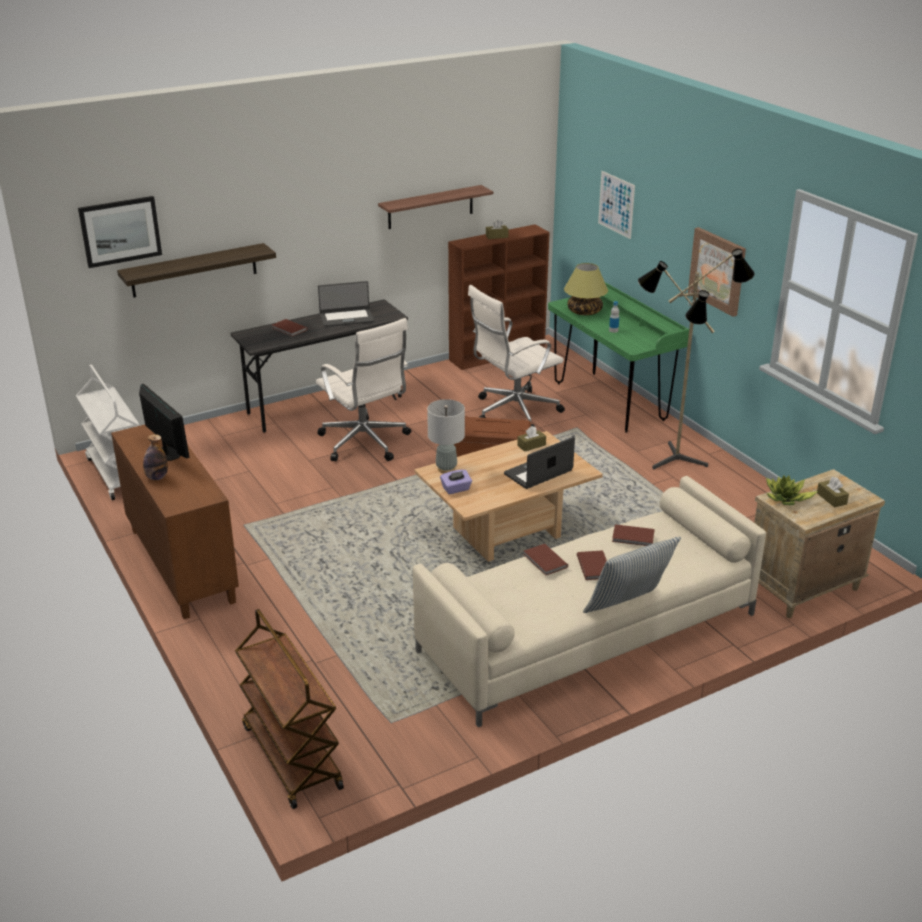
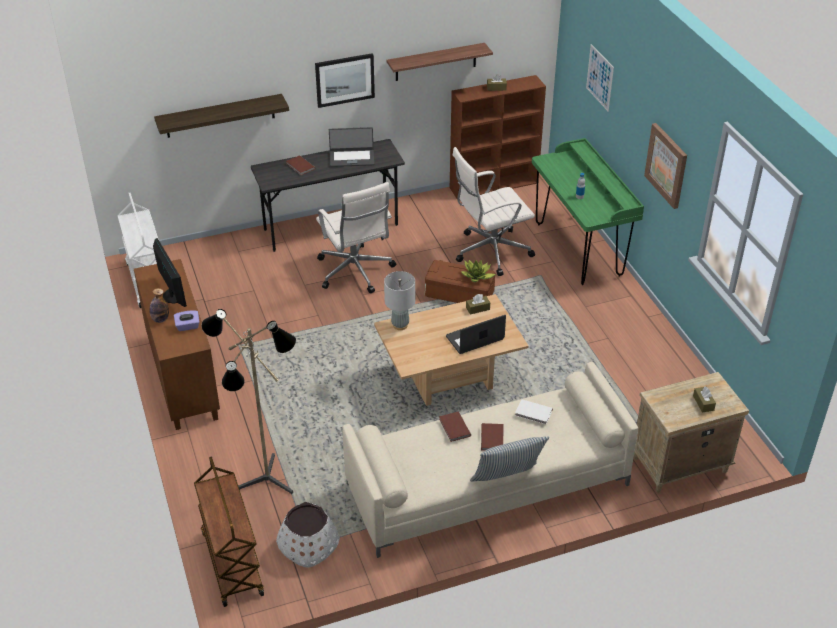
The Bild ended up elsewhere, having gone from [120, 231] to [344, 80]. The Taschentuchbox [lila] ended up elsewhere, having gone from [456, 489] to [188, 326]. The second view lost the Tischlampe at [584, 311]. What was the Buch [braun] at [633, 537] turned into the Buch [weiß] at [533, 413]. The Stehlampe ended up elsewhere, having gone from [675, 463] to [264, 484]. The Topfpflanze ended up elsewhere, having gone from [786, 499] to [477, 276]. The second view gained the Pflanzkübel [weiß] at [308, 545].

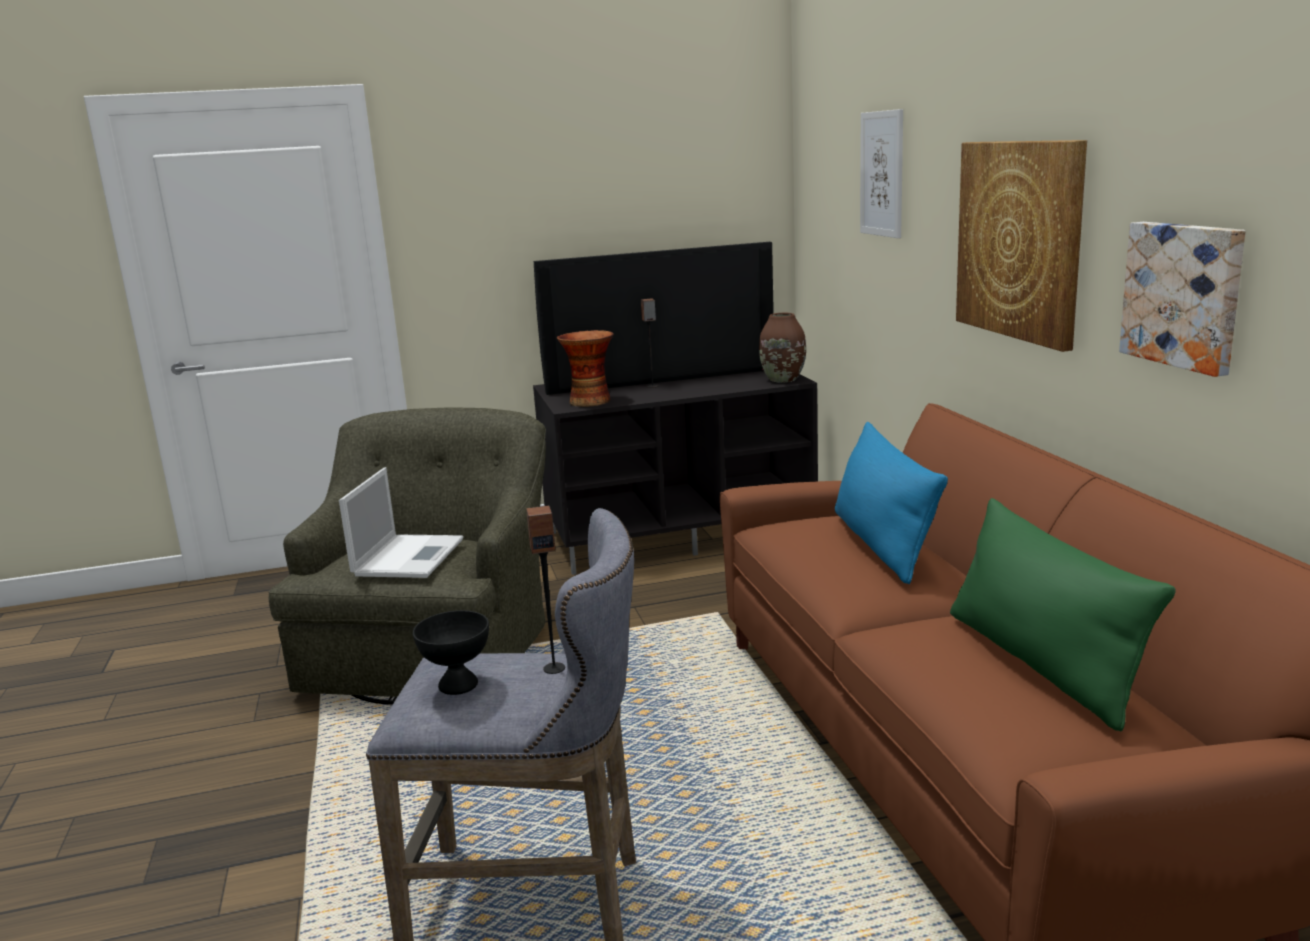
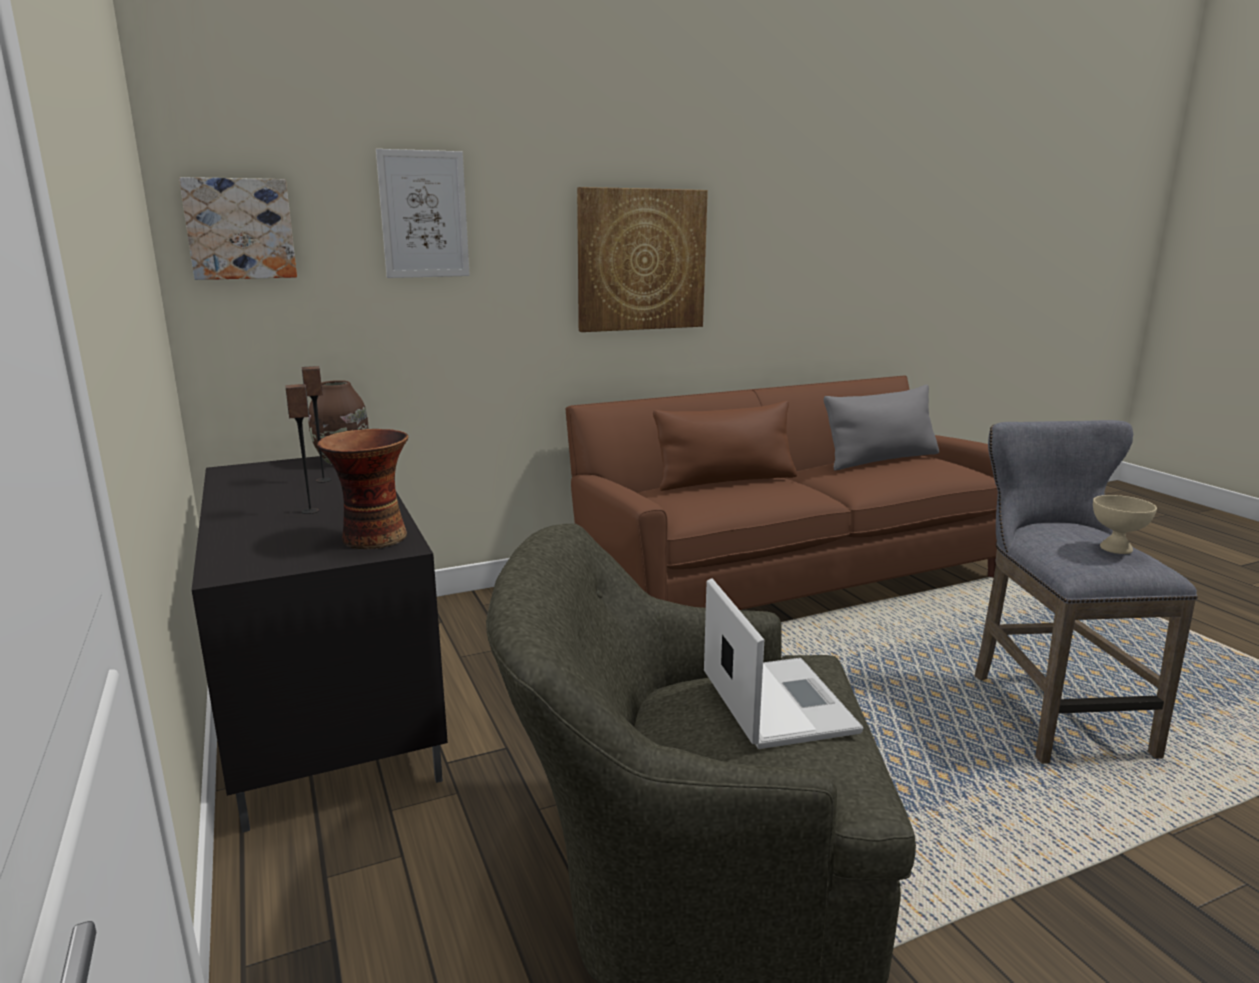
The Laptop at [409, 556] ended up facing another way, 75 degrees clockwise from before. What was the Schüssel [schwarz] at [459, 684] turned into the Schüssel [beige] at [1115, 548]. The Lautsprecher ended up elsewhere, having gone from [554, 668] to [323, 480]. The second view lost the Fernseher at [661, 379]. What was the Kissen [blau] at [882, 544] turned into the Kissen [braun] at [726, 481]. What was the Kissen [grün] at [1041, 663] turned into the Kissen [grau] at [881, 460]. The Bild ended up elsewhere, having gone from [1184, 295] to [240, 229].

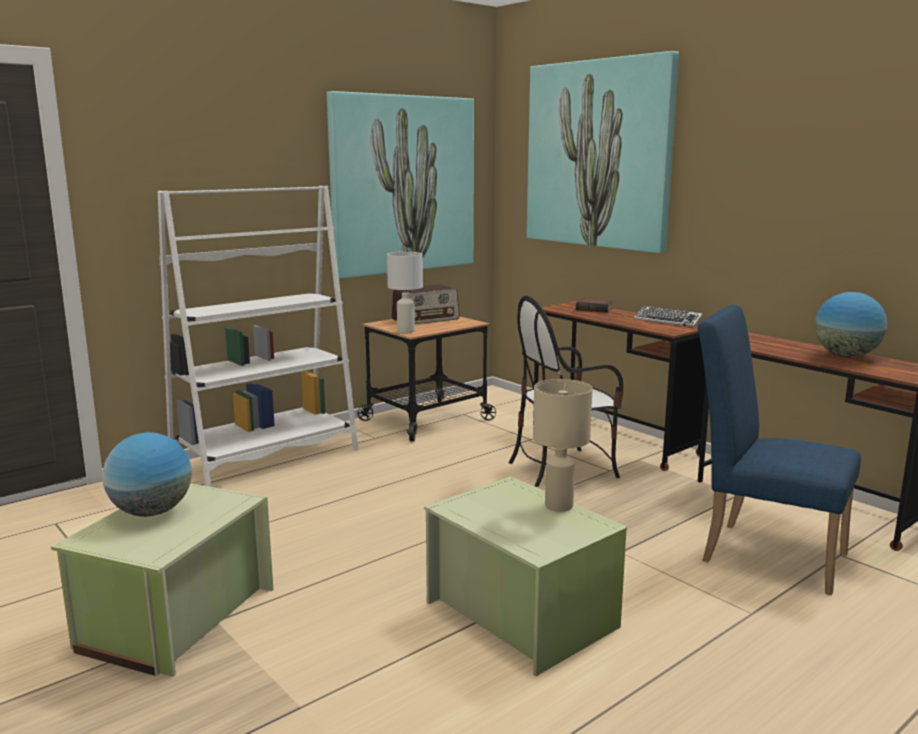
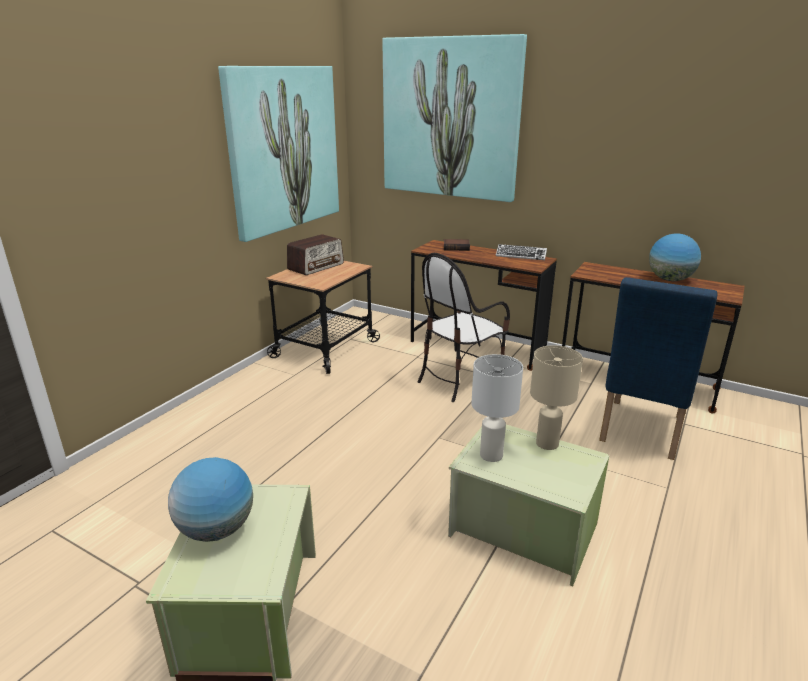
The second view lost the Bücherregal [weiß] at [266, 457]. The Tischlampe [weiß] ended up elsewhere, having gone from [405, 331] to [490, 455]. The Stuhl [blau] at [763, 553] ended up facing another way, 75 degrees counterclockwise from before.

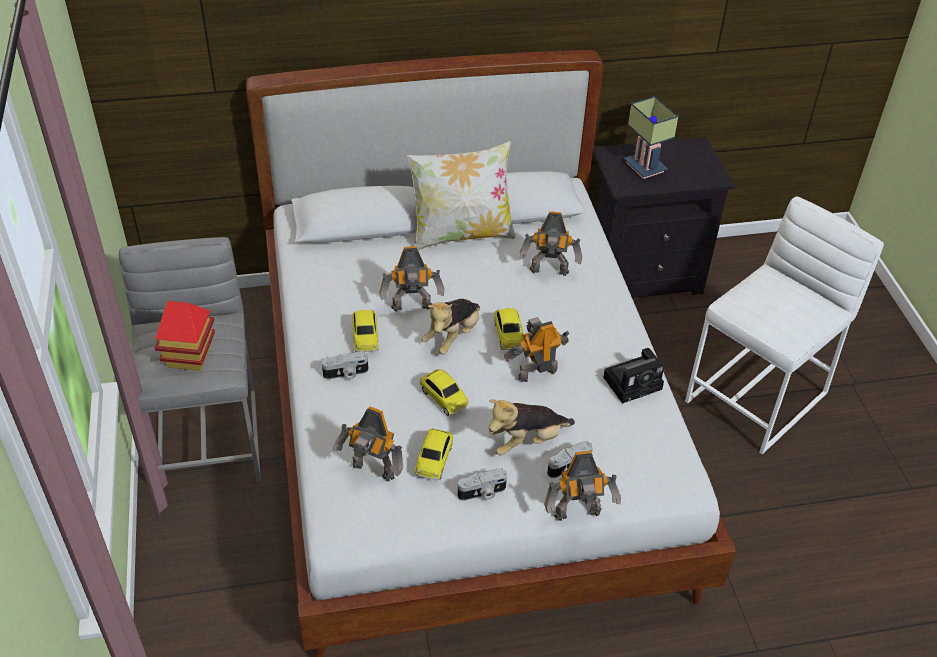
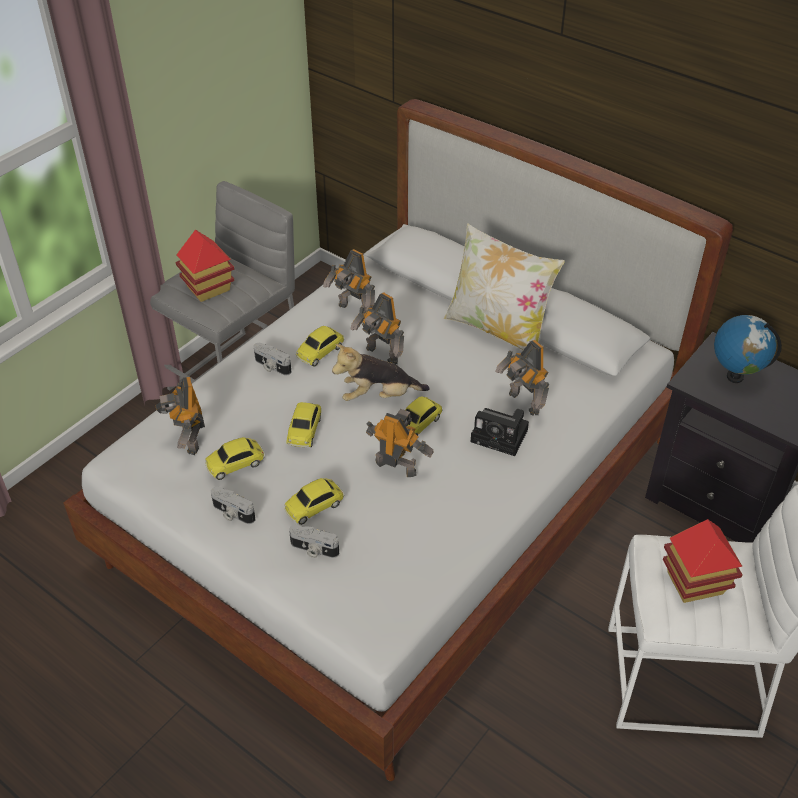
Where the Plüschtier stood at [526, 441], the Spielzeugauto came to stand at [314, 506]. The Spielzeugroboter ended up elsewhere, having gone from [578, 515] to [353, 311]. The Kamera ended up elsewhere, having gone from [634, 382] to [501, 436]. Where the Tischlampe stood at [642, 167], the Globus came to stand at [735, 376]. The second view gained the Spielzeughaus at [694, 583].

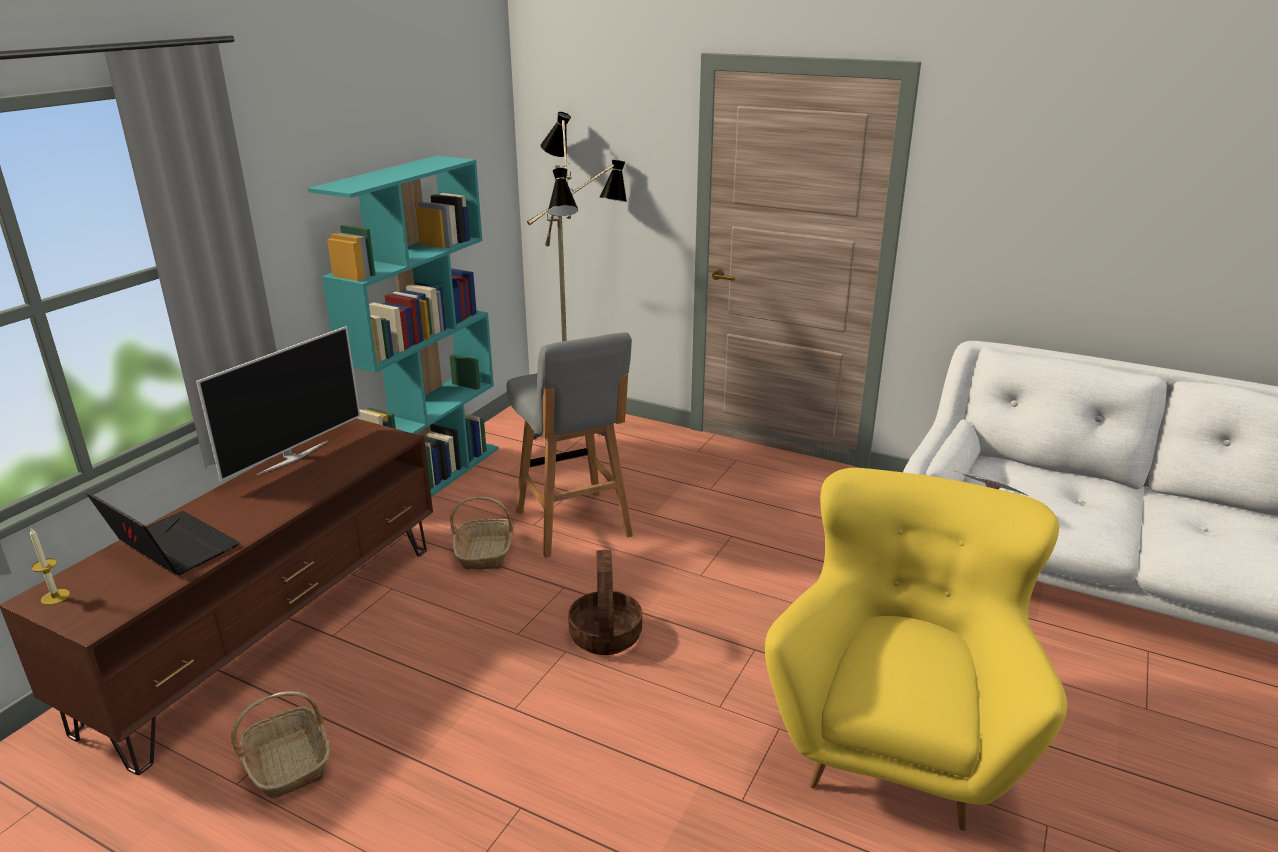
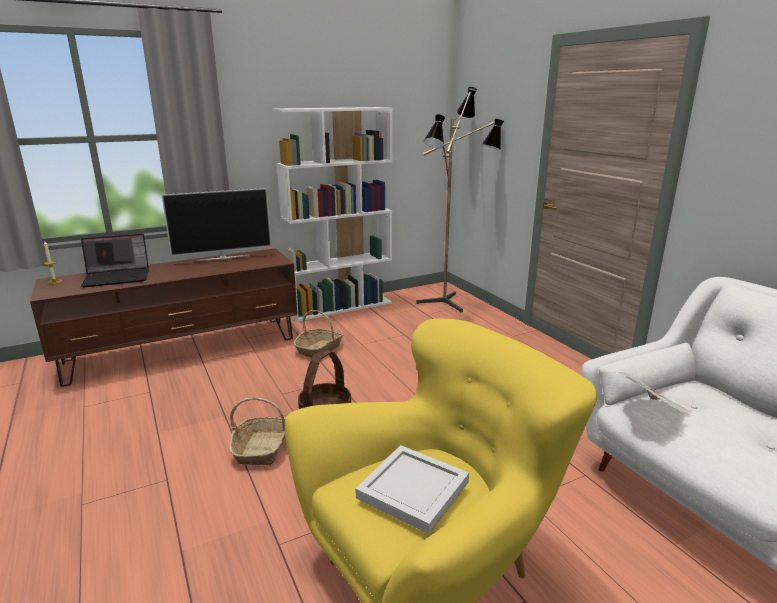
The Laptop at [170, 548] ended up facing another way, 90 degrees clockwise from before. The Korb ended up elsewhere, having gone from [288, 762] to [261, 448]. What was the Bücherregal [türkis] at [432, 477] turned into the Bücherregal [weiß] at [341, 307]. The second view lost the Hocker [grau] at [573, 525]. The second view gained the Tablett [weiß] at [412, 488].

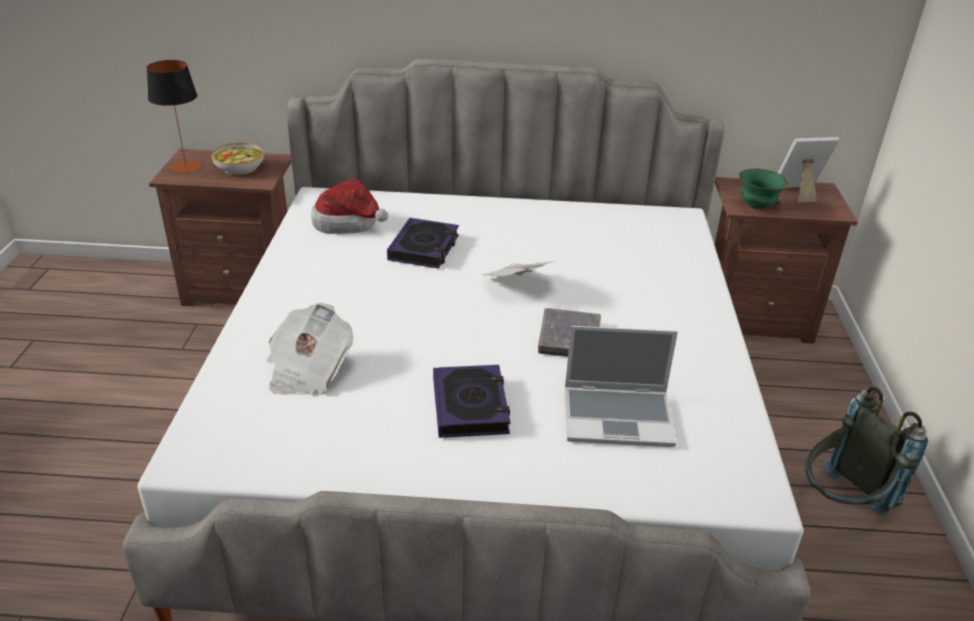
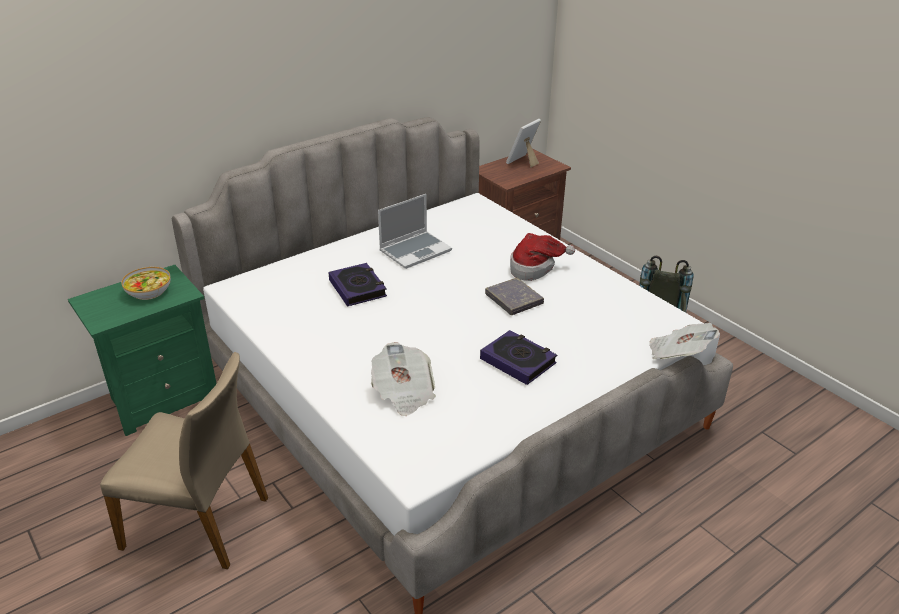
The second view lost the Tischlampe at [186, 166]. What was the Nachttisch [braun] at [244, 289] turned into the Nachttisch [grün] at [162, 398]. The Hut ended up elsewhere, having gone from [350, 224] to [534, 268]. The Zeitung ended up elsewhere, having gone from [517, 285] to [678, 354]. The Laptop ended up elsewhere, having gone from [619, 417] to [415, 250]. The second view lost the Schüssel [grün] at [756, 207]. The second view gained the Stuhl [beige] at [198, 521].

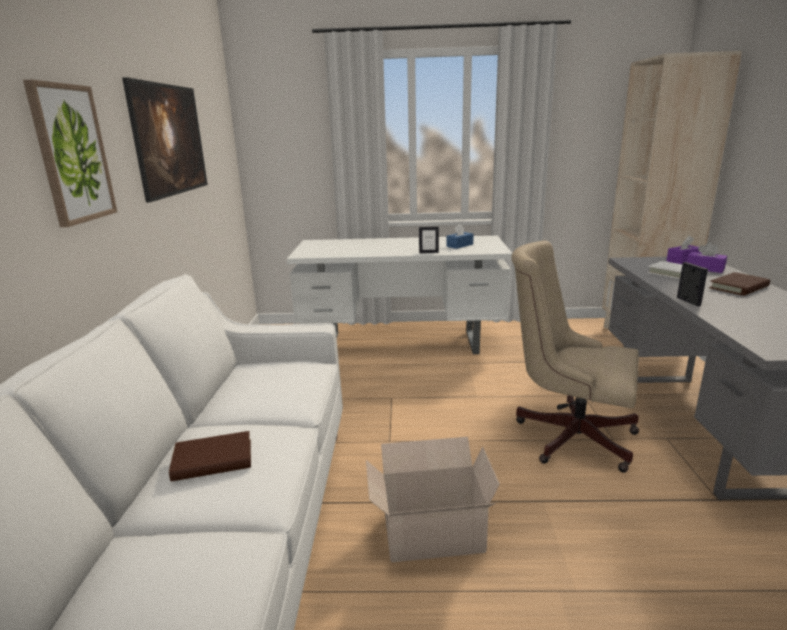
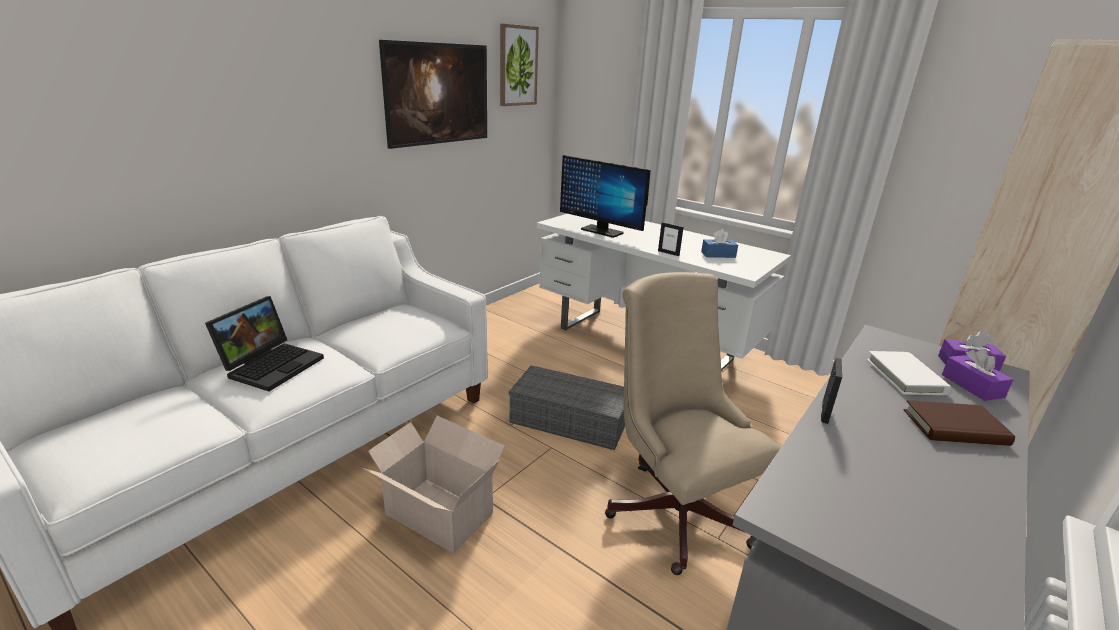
The Bild ended up elsewhere, having gone from [72, 154] to [517, 66]. Where the Buch [braun] stood at [213, 460], the Laptop came to stand at [272, 365]. The second view gained the Aufbewahrungsbox [grau] at [571, 420]. The second view gained the Monitor at [601, 231].

